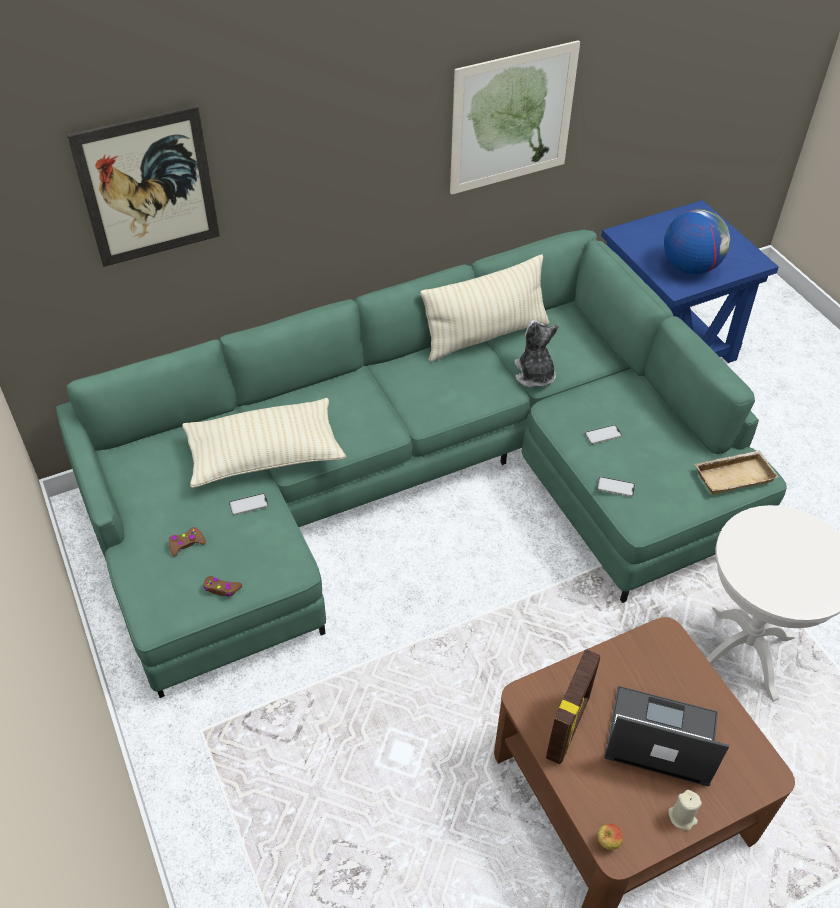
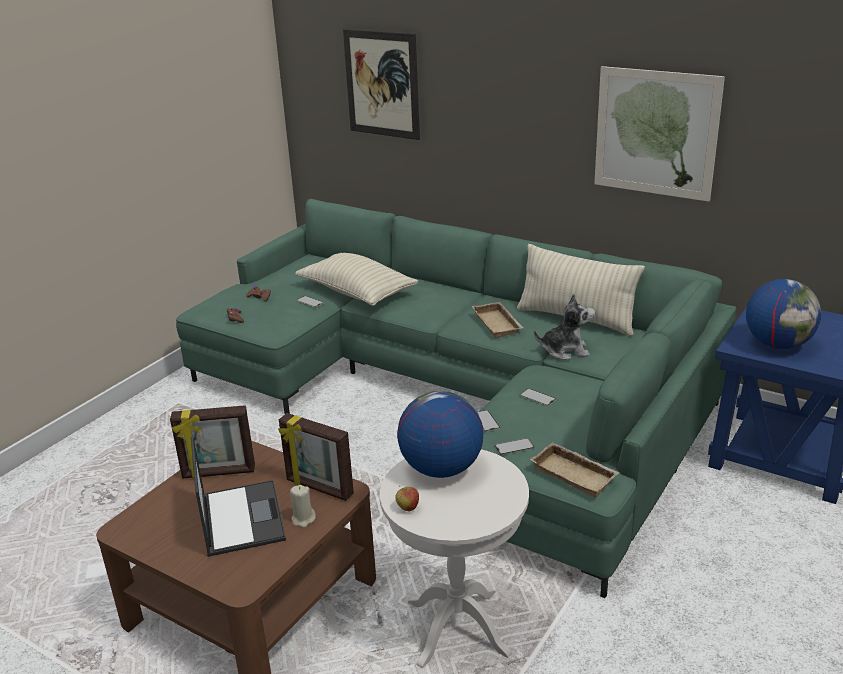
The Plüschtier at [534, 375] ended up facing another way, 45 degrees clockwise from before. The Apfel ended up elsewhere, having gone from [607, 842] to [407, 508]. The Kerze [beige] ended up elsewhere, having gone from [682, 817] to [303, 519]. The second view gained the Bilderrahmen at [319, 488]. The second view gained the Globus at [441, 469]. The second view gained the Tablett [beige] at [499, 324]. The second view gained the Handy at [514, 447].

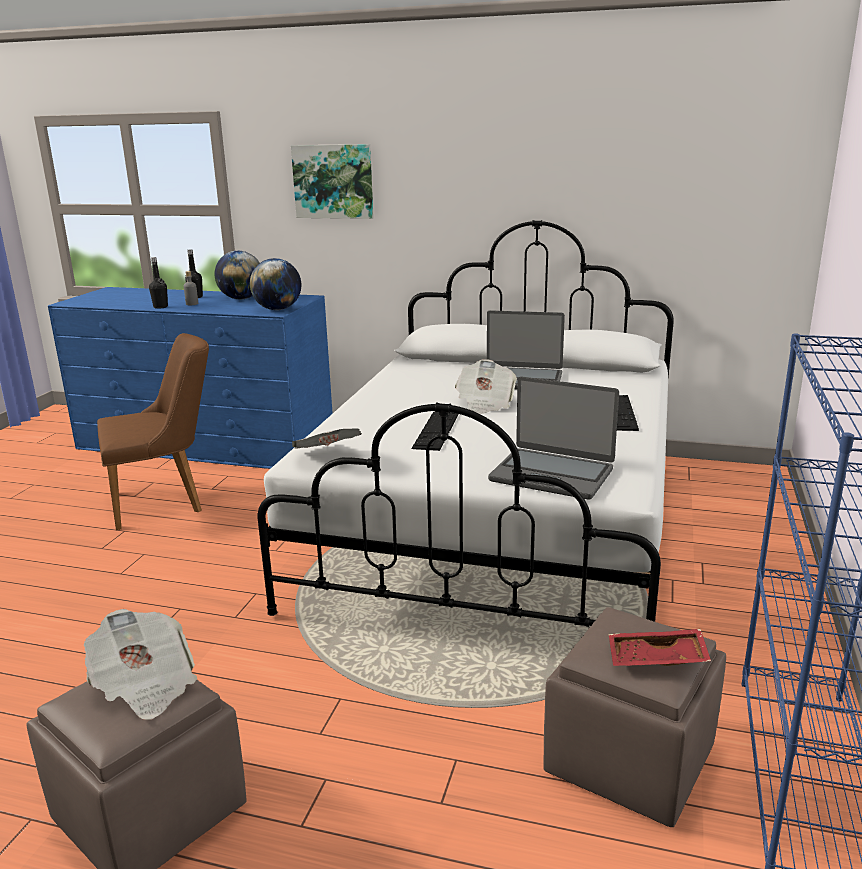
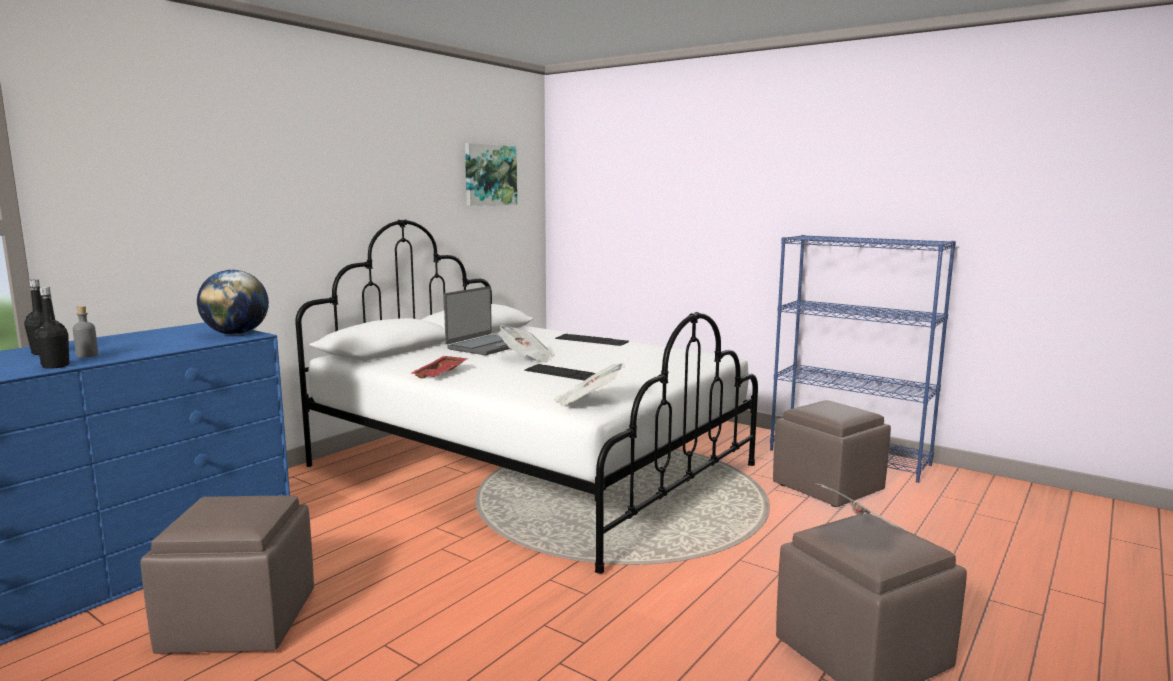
Where the Stuhl [braun] stood at [166, 501], the Polsterhocker [braun] came to stand at [241, 621]. The second view lost the Globus at [241, 299]. The Bild ended up elsewhere, having gone from [333, 181] to [490, 175]. The second view lost the Laptop at [552, 474]. The Tablett [rot] ended up elsewhere, having gone from [656, 660] to [441, 374].

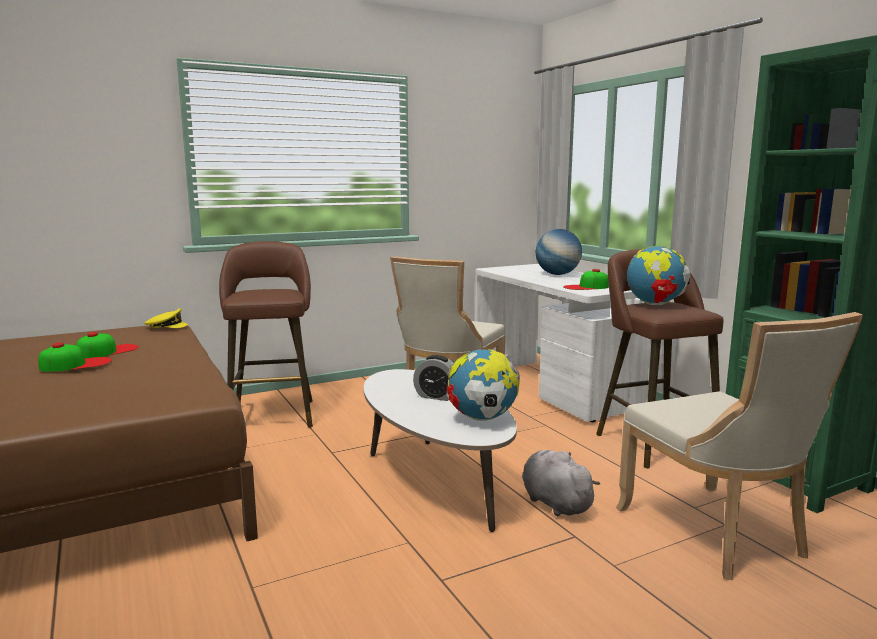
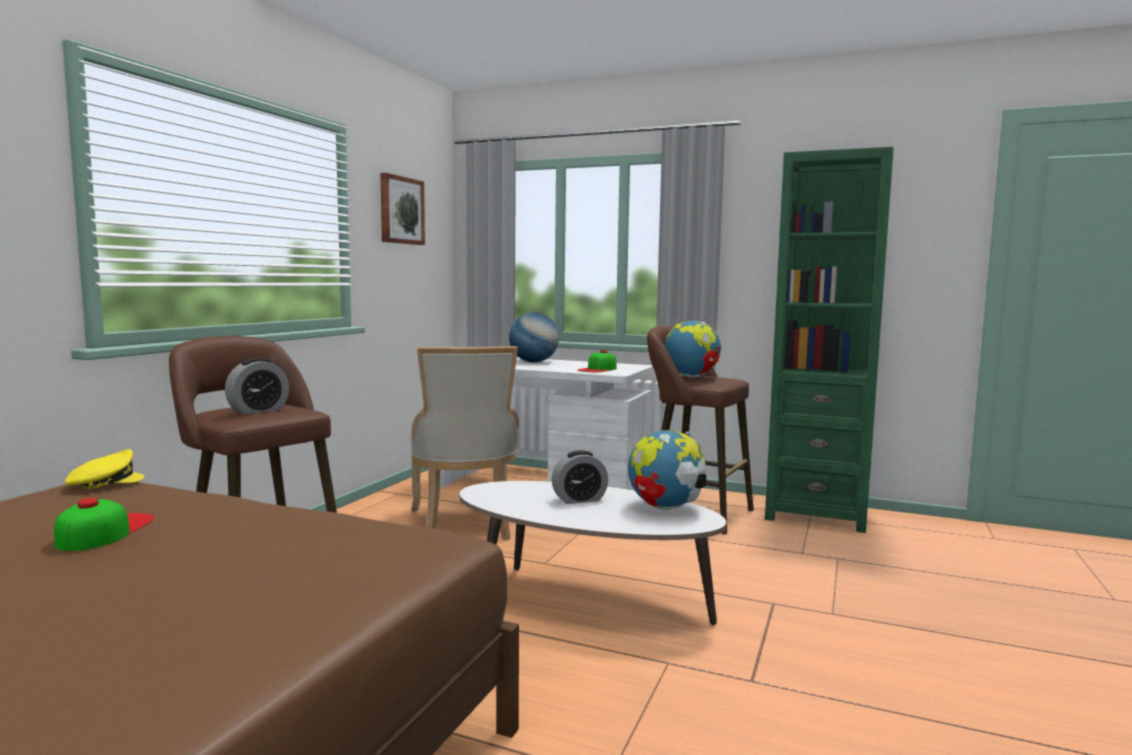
The second view lost the Kappe at [76, 364]. The second view lost the Plüschtier [grau] at [554, 502]. The second view lost the Stuhl [beige] at [717, 534]. The second view gained the Wecker at [258, 410]. The second view gained the Bild at [401, 210].

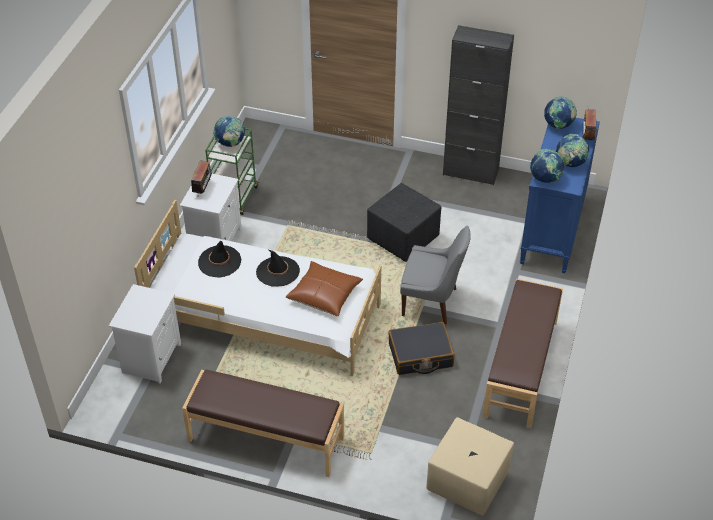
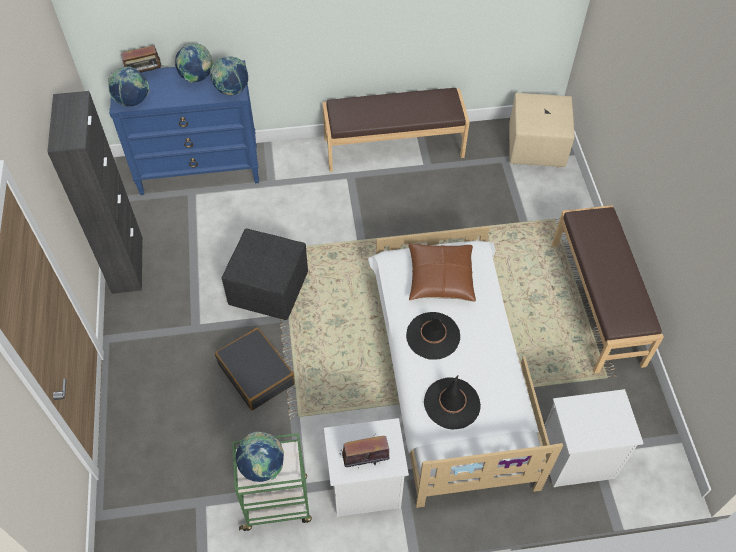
The Koffer [schwarz] ended up elsewhere, having gone from [420, 355] to [256, 373]. The second view lost the Stuhl [grau] at [432, 302].

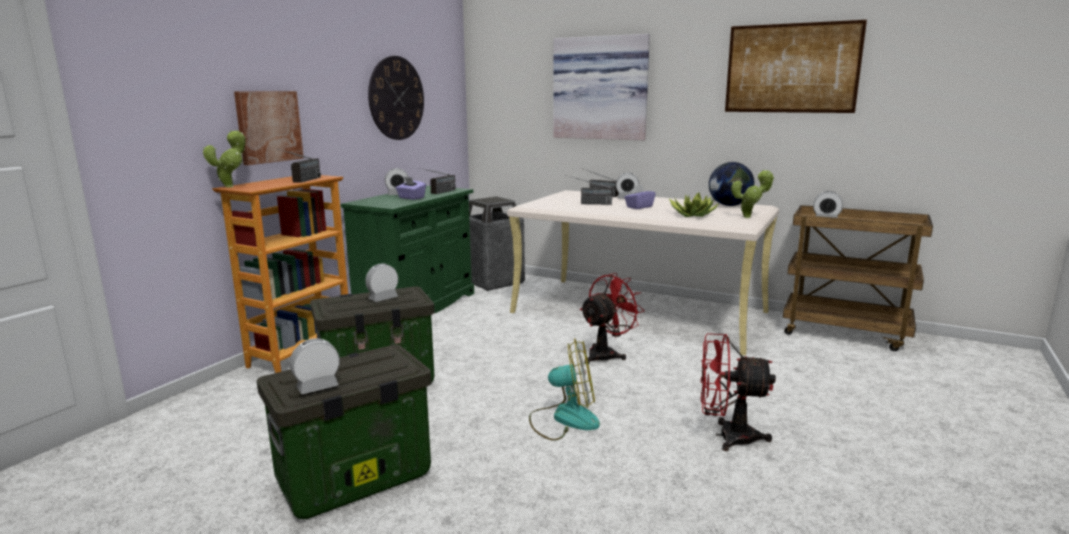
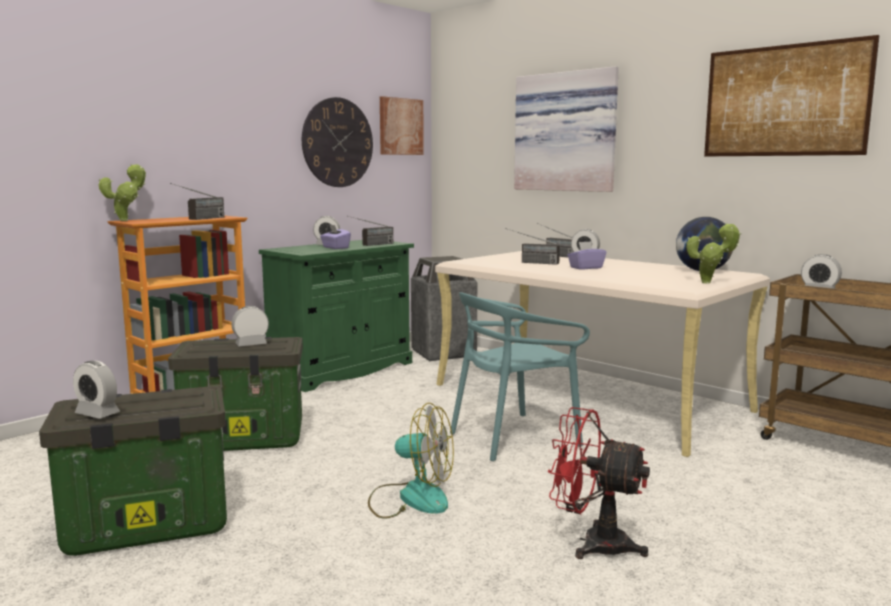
The Bild ended up elsewhere, having gone from [268, 126] to [400, 126]. The Wecker at [317, 387] ended up facing another way, 135 degrees counterclockwise from before. Where the Ventilator [rot] stood at [606, 354], the Stuhl [türkis] came to stand at [513, 437]. The second view lost the Topfpflanze at [693, 215].

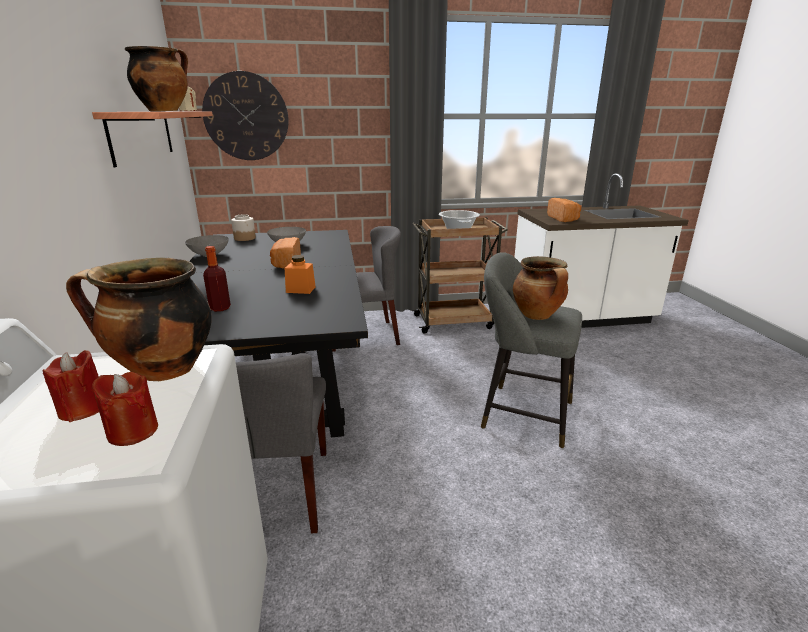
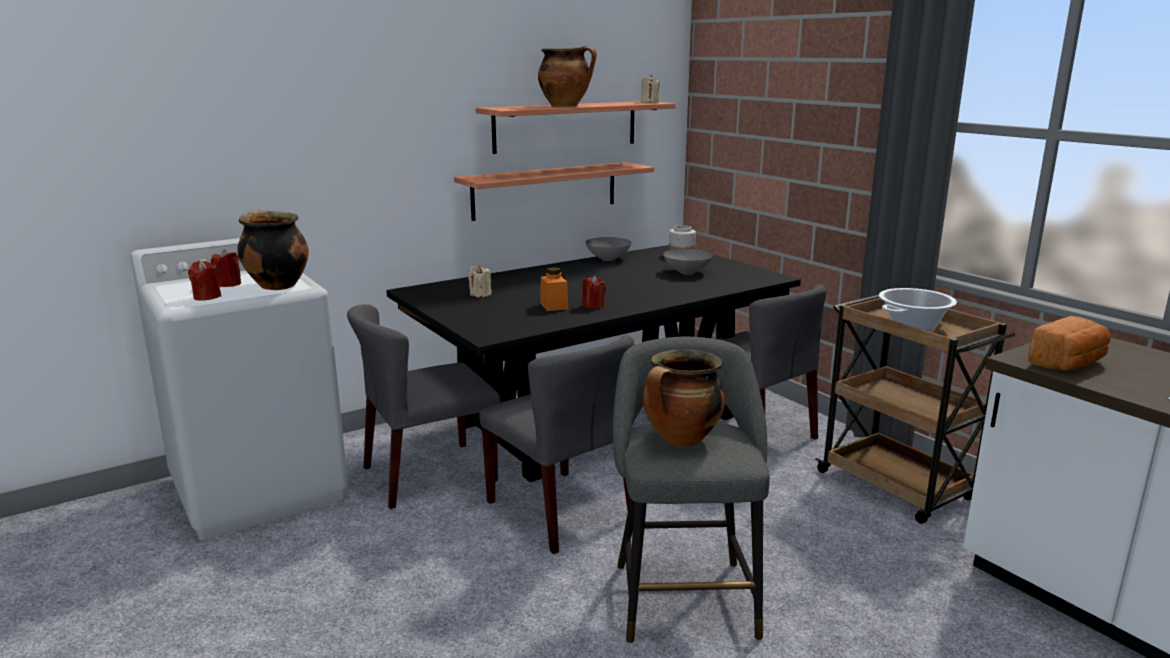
The second view lost the Wanduhr at [246, 117]. Where the Flasche stood at [220, 308], the Kerze [beige] came to stand at [480, 294]. The second view lost the Brot at [286, 263]. The second view gained the Wandregal at [545, 190]. The second view gained the Stuhl [grau] at [561, 510]. The second view gained the Kerze [rot] at [593, 305].

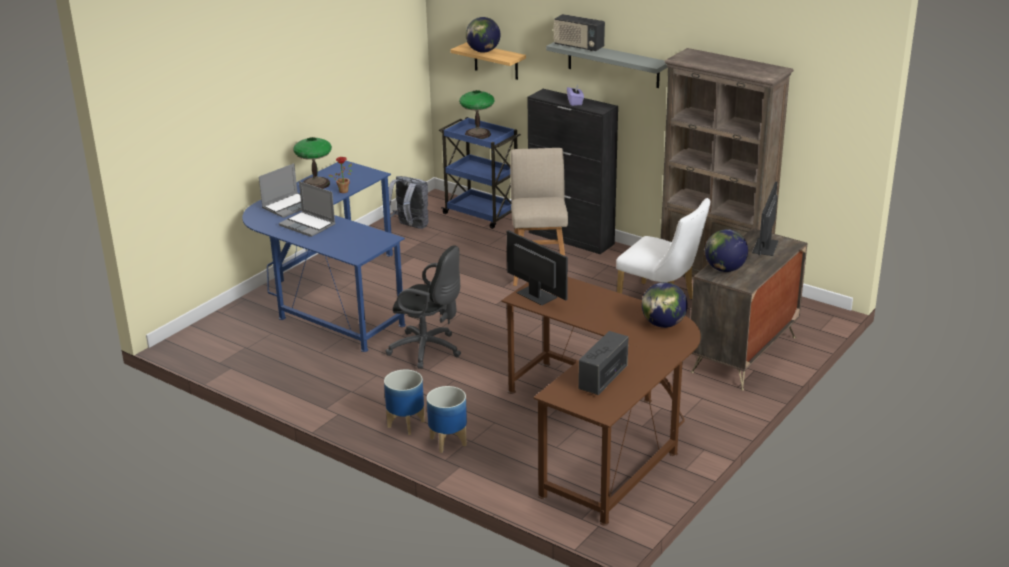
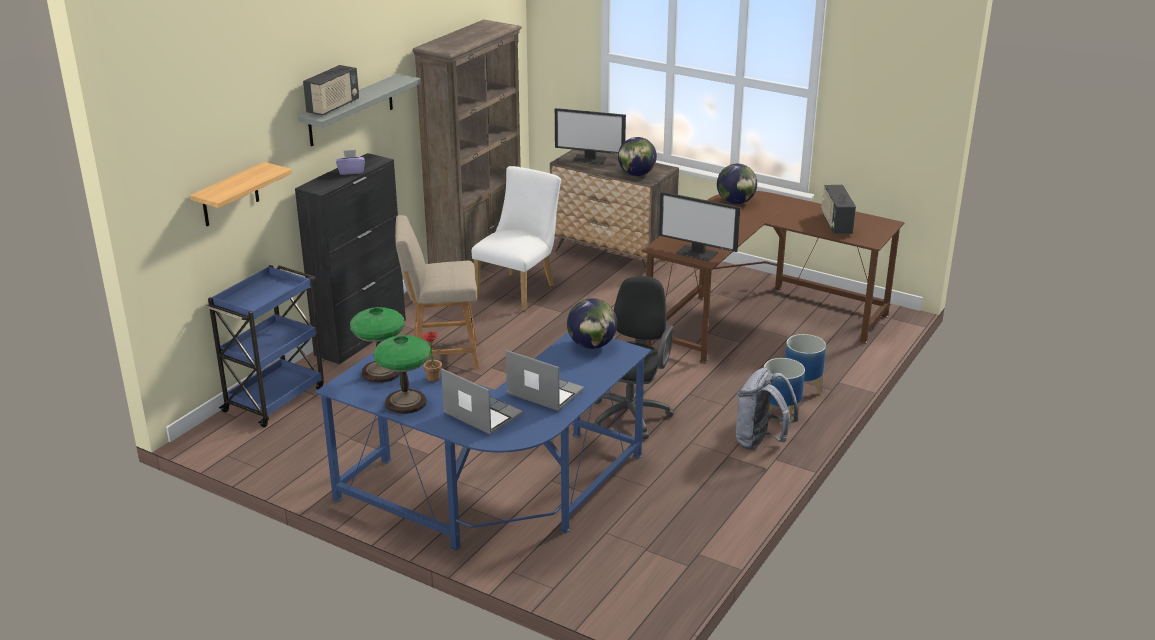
The Laptop at [308, 225] ended up facing another way, 90 degrees counterclockwise from before. The Rucksack [grau] ended up elsewhere, having gone from [410, 227] to [761, 442]. The Tischlampe ended up elsewhere, having gone from [477, 134] to [382, 372]. The Globus ended up elsewhere, having gone from [483, 51] to [591, 345]. The Monitor at [535, 295] ended up facing another way, 105 degrees counterclockwise from before. The Radio at [602, 378] ended up facing another way, 60 degrees clockwise from before.

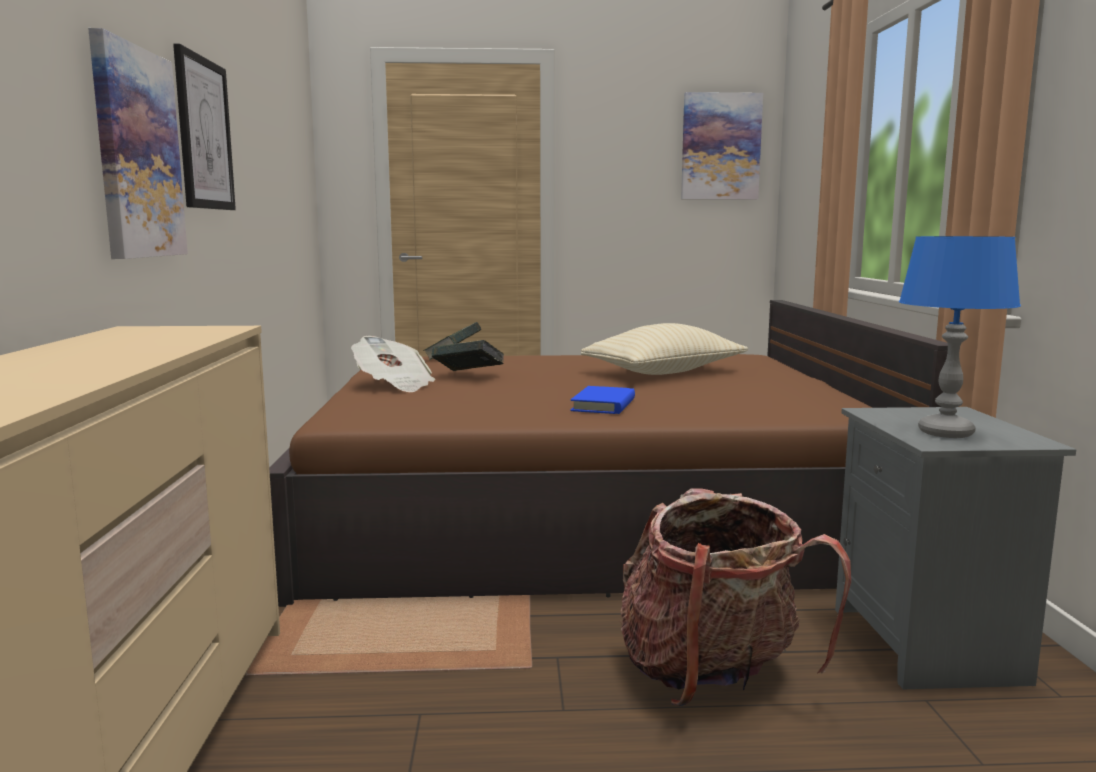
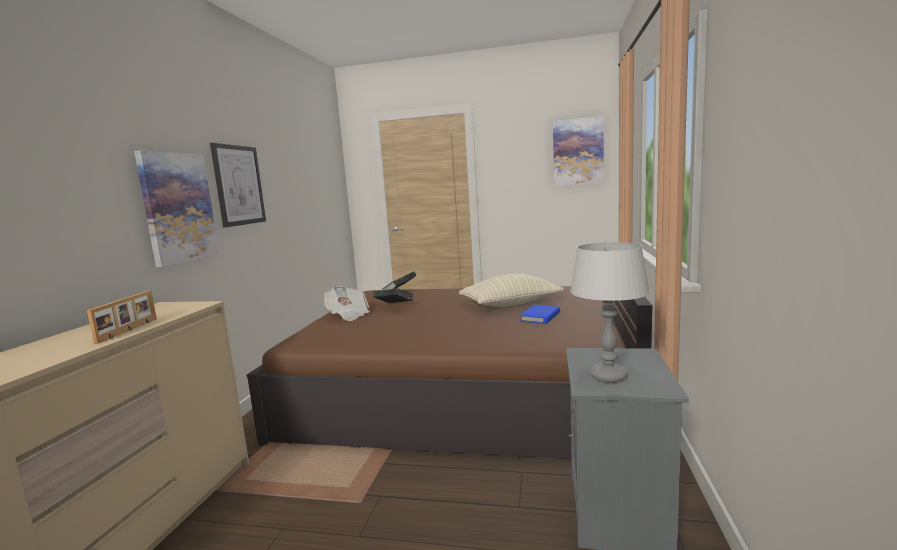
The Buch [blau] ended up elsewhere, having gone from [603, 405] to [540, 317]. The second view lost the Rucksack at [712, 676]. What was the Tischlampe [blau] at [946, 433] turned into the Tischlampe [grau] at [608, 377]. The second view gained the Bilderrahmen at [129, 330].

